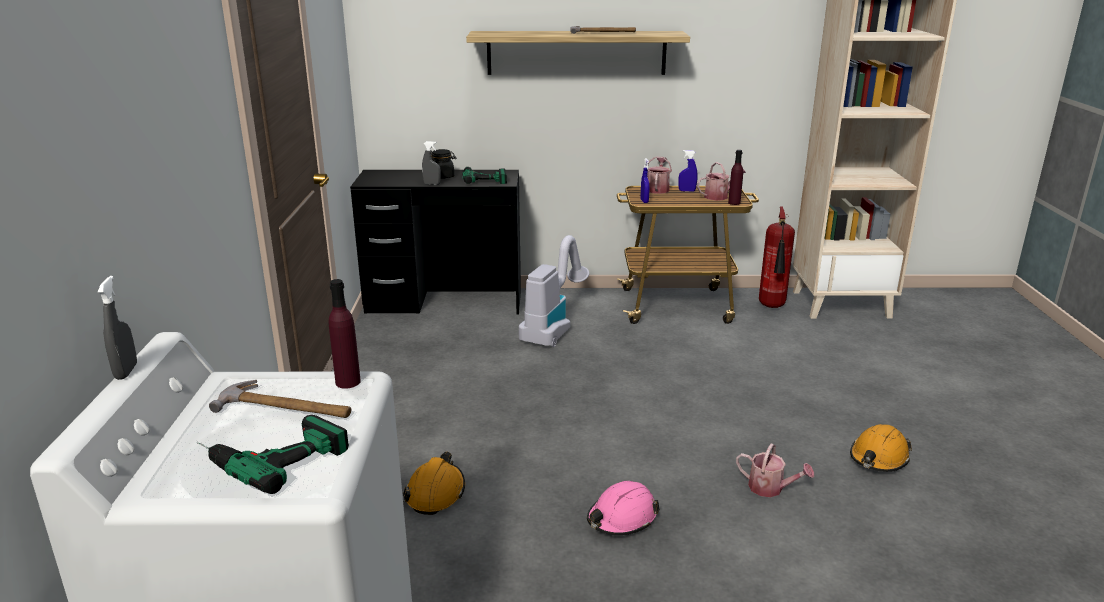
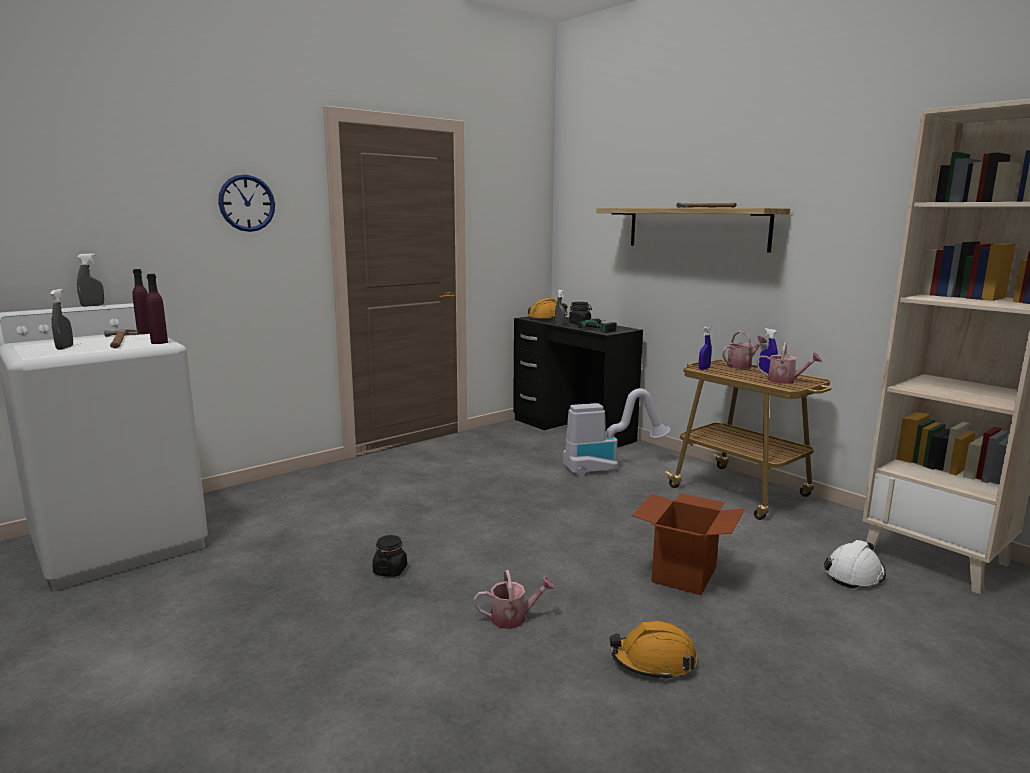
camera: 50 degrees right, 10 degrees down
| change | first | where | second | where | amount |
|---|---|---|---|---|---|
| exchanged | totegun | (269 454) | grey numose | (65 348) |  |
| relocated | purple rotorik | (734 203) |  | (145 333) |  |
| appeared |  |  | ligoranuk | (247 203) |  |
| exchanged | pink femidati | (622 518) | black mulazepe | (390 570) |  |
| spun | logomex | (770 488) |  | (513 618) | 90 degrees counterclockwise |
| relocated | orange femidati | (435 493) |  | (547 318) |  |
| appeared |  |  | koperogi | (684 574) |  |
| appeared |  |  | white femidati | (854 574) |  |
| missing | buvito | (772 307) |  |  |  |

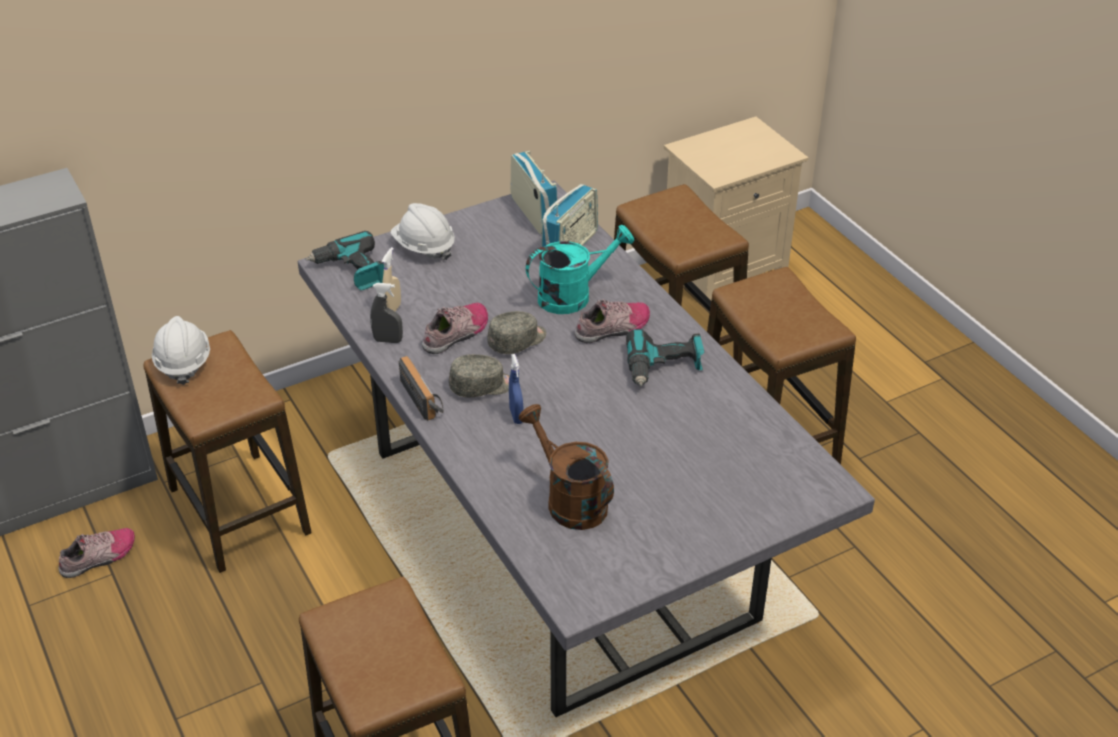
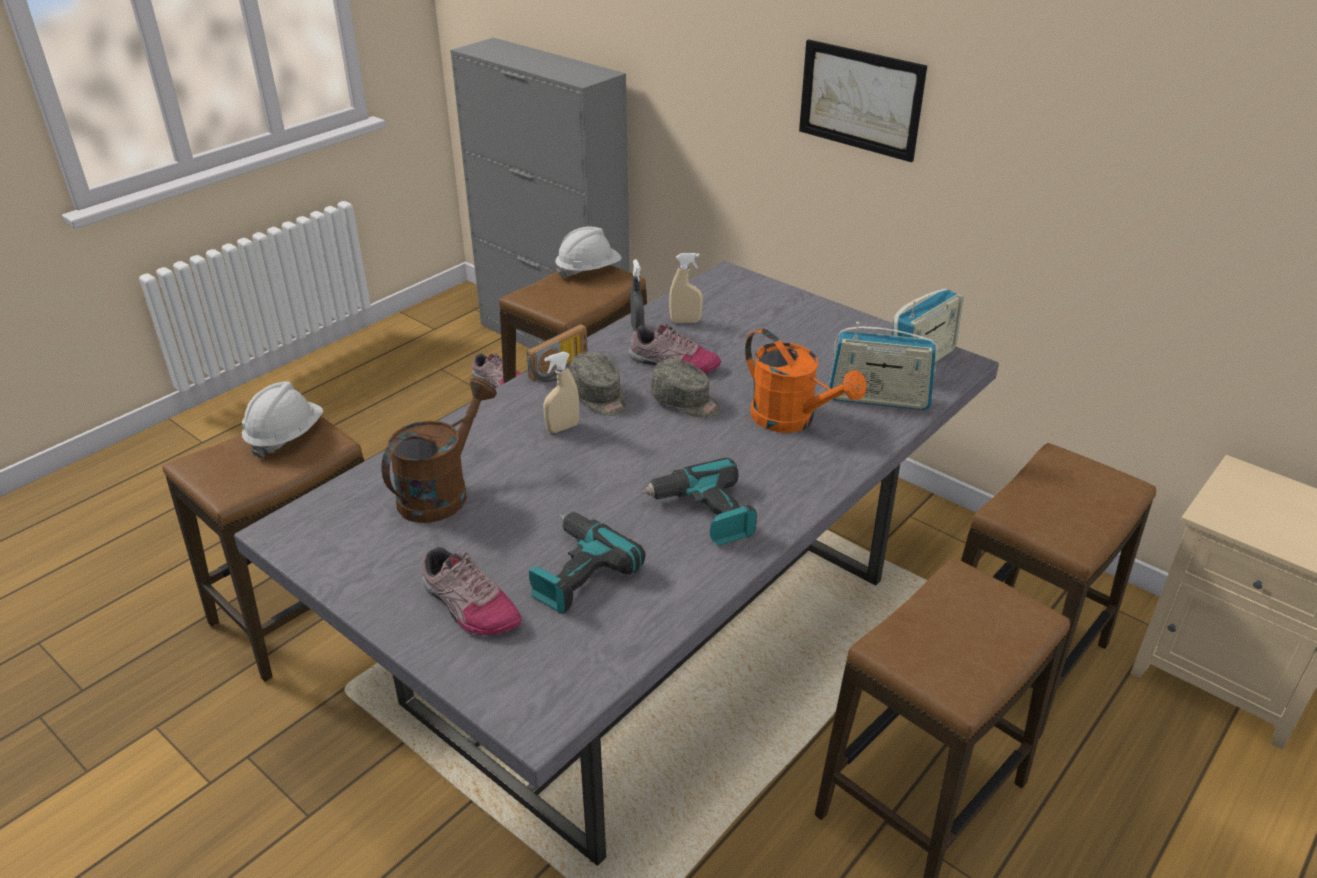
camera: 70 degrees right, 5 degrees down
| change | first | where | second | where | amount |
|---|---|---|---|---|---|
| relocated | white femidati | (424 247) |  | (285 436) |  |
| relocated | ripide | (613 328) |  | (468 606) |  |
| relocated | totegun | (351 271) |  | (575 572) |  |
| colour | blue numose | (516 415) | beige numose | (562 428) |  |
| colour | turquoise logomex | (573 295) | orange logomex | (792 420) |  |
| appeared |  |  | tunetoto | (860 99) |  |

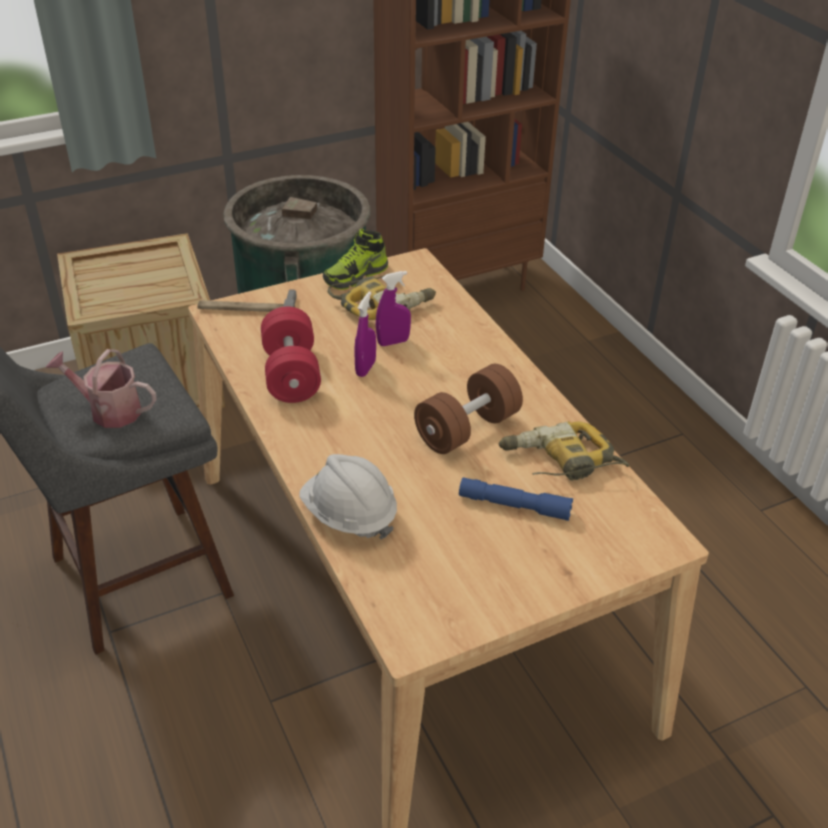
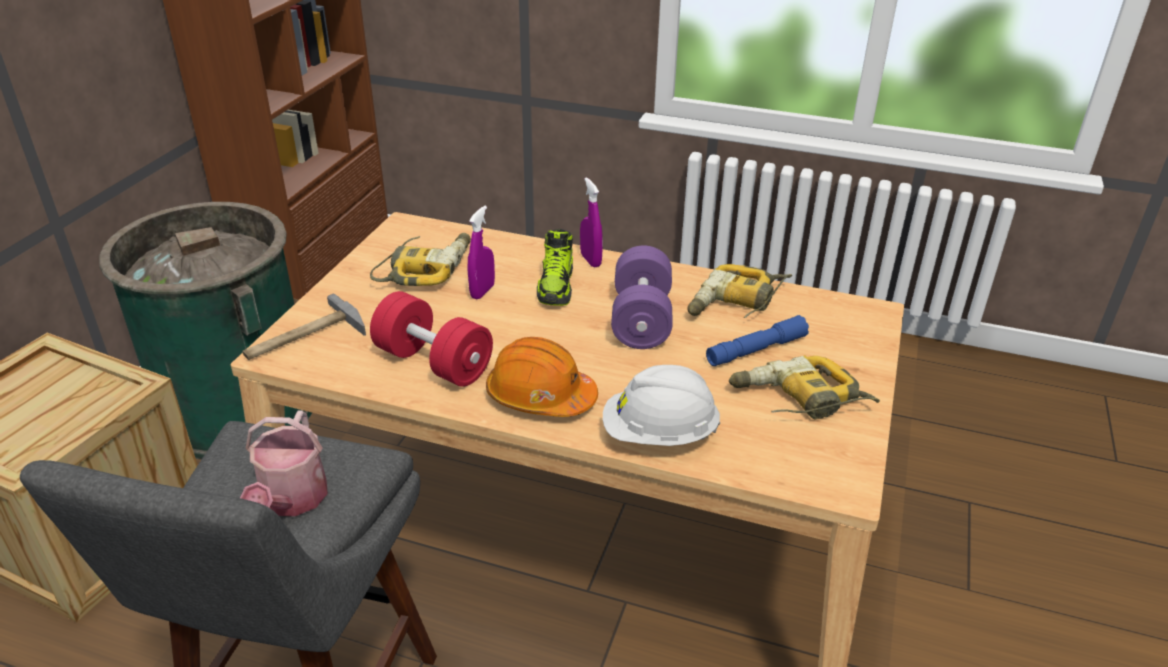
camera: 45 degrees left, 5 degrees down
| change | first | where | second | where | amount |
|---|---|---|---|---|---|
| spun | logomex | (109 410) |  | (291 501) | 60 degrees counterclockwise |
| appeared |  |  | orange femidati | (540 396) |  |
| relocated | ripide | (356 276) |  | (556 287) |  |
| relocated | purple numose | (365 368) |  | (590 260) |  |
| colour | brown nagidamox | (467 429) | purple nagidamox | (641 320) |  |
| appeared |  |  | totegun | (798 400) |  |

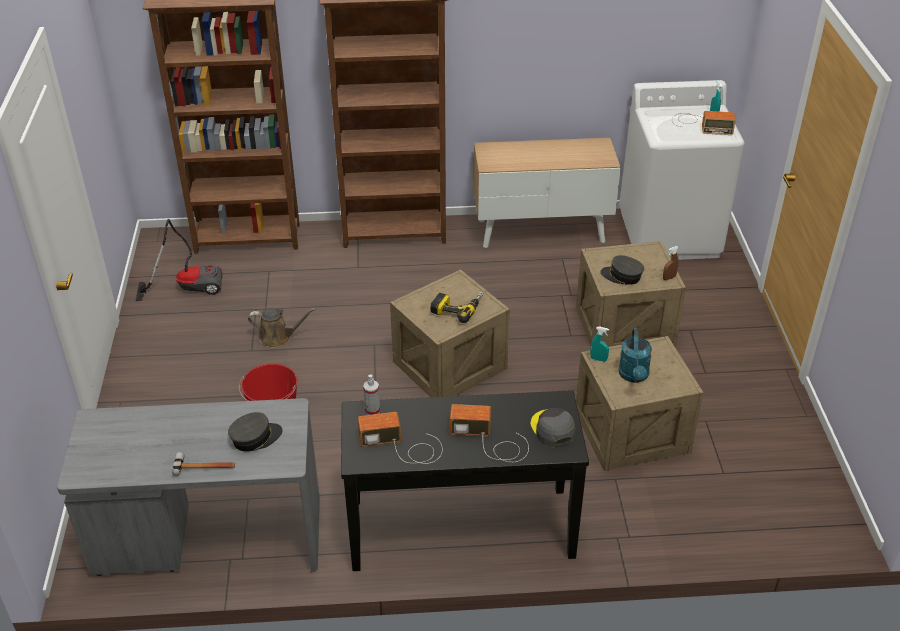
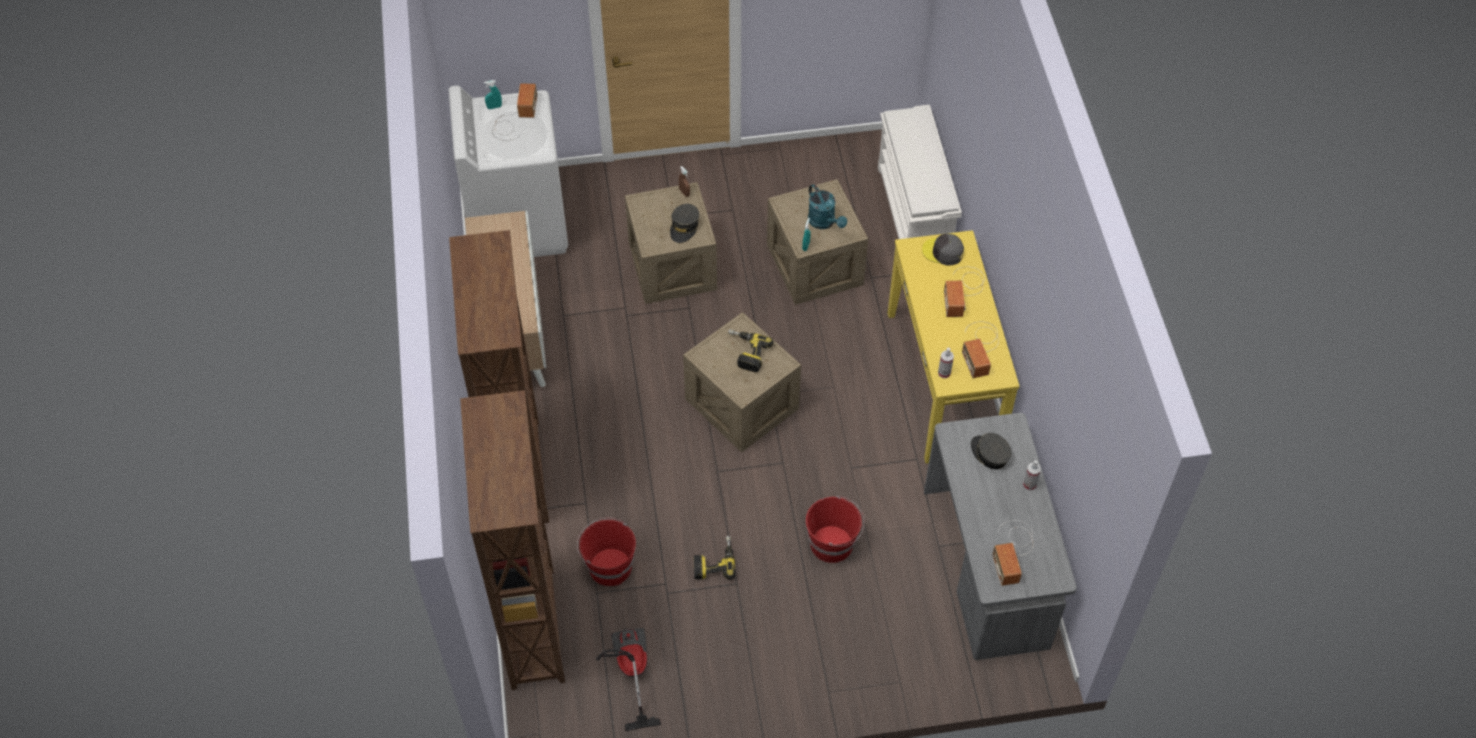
camera: 95 degrees left, 15 degrees up
| change | first | where | second | where | amount |
|---|---|---|---|---|---|
| appeared |  |  | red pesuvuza | (609 566) |  |
| exchanged | brown logomex | (278 338) | totegun | (714 561) |  |
| spun | turquoise logomex | (634 376) |  | (824 222) | 60 degrees clockwise |
| appeared |  |  | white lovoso | (914 215) |  |
| colour | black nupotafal | (461 529) | yellow nupotafal | (944 381) |  |
| spun | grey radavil | (552 429) |  | (943 252) | 45 degrees clockwise |
| appeared |  |  | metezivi | (1013 551) |  |
| exchanged | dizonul | (205 467) | numose | (1029 484) |  |

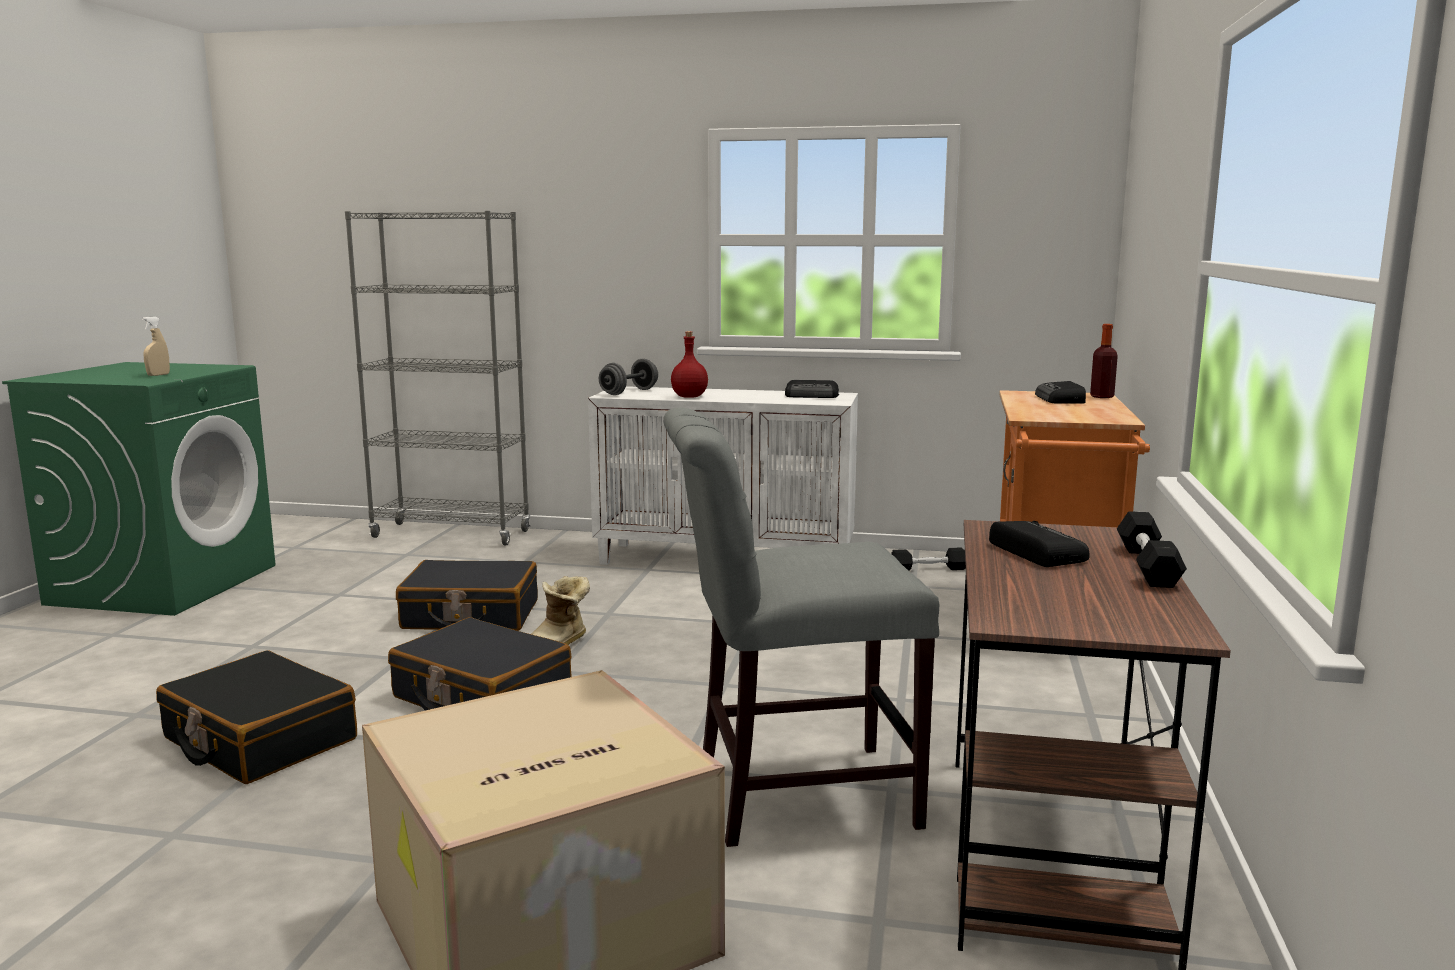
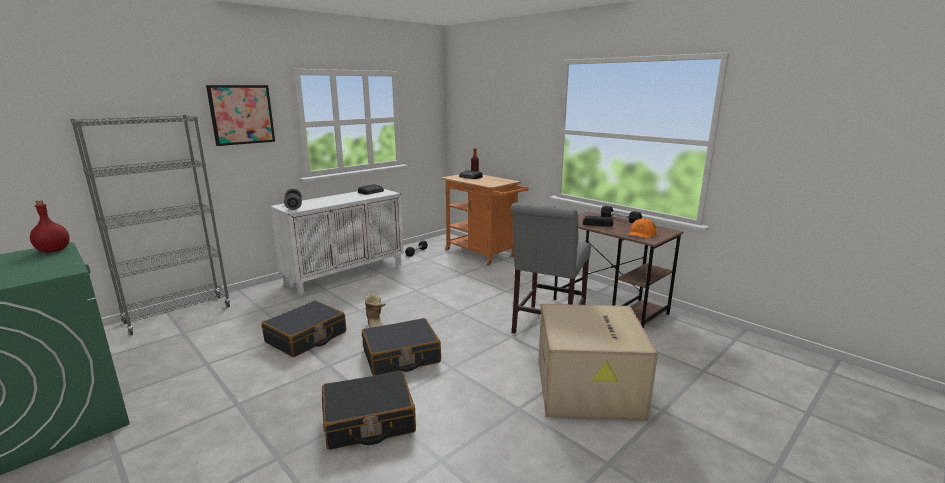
camera: 55 degrees left, 5 degrees up
| change | first | where | second | where | amount |
|---|---|---|---|---|---|
| relocated | red rotorik | (688 397) |  | (53 251) |  |
| appeared |  |  | tunetoto | (241 114) |  |
| appeared |  |  | orange radavil | (641 233) |  |
| missing | beige numose | (158 375) |  |  |  |

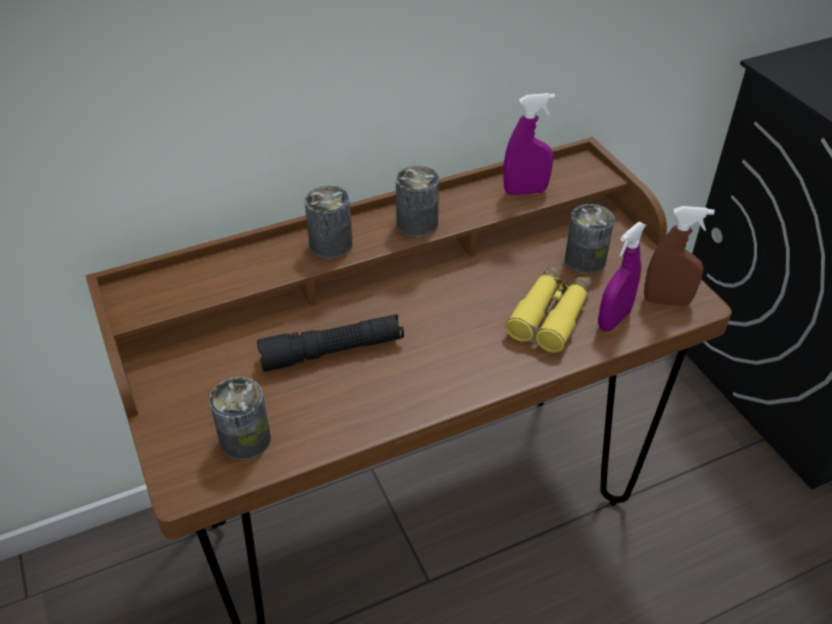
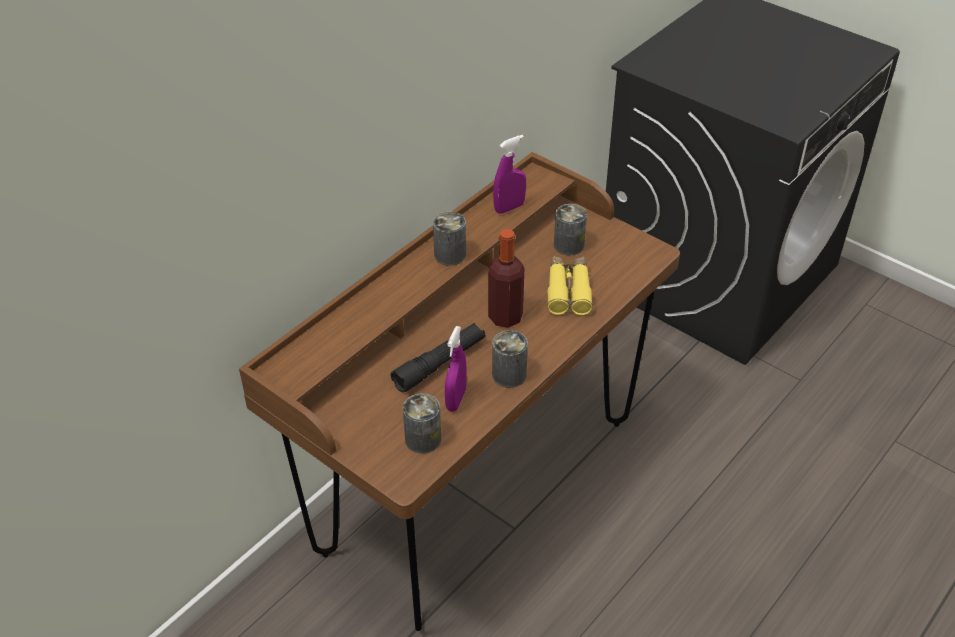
camera: 25 degrees left, 0 degrees up
| change | first | where | second | where | amount |
|---|---|---|---|---|---|
| relocated | purple numose | (613 320) |  | (456 400) |  |
| appeared |  |  | rotorik | (505 317) |  |
| relocated | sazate | (331 245) |  | (509 374) |  |
| missing | brown numose | (666 301) |  |  |  |

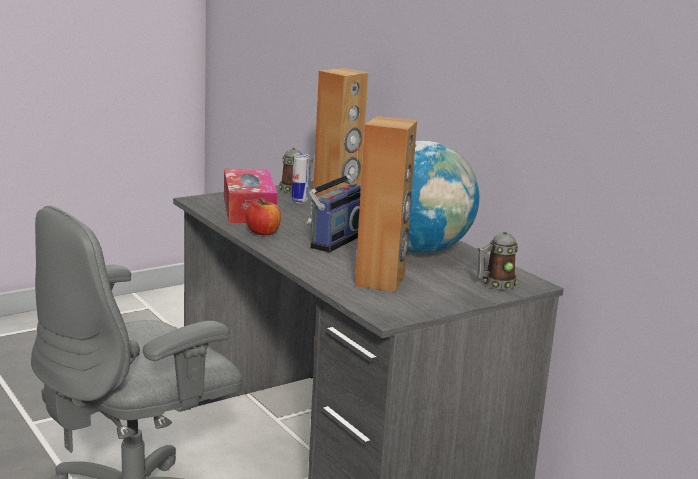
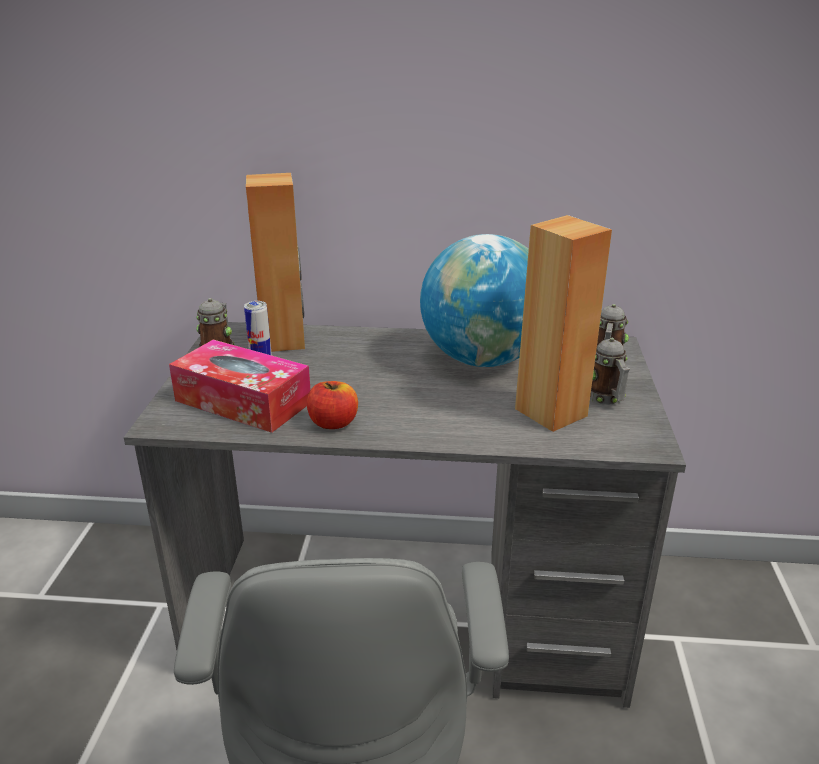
camera: 50 degrees left, 10 degrees up
| change | first | where | second | where | amount |
|---|---|---|---|---|---|
| appeared |  |  | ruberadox | (606 398) |  |
| missing | metezivi | (334 240) |  |  |  |

